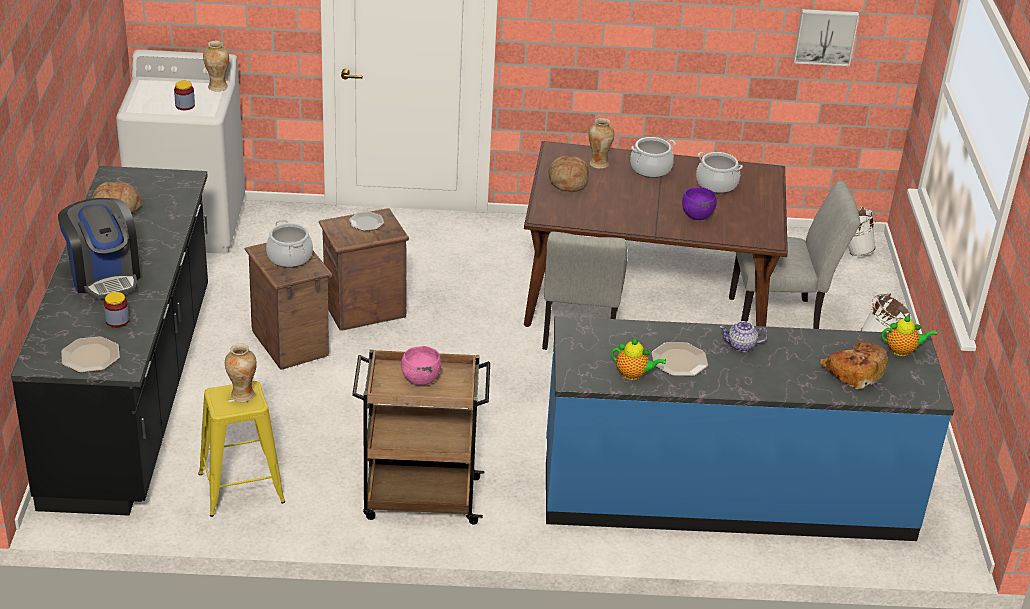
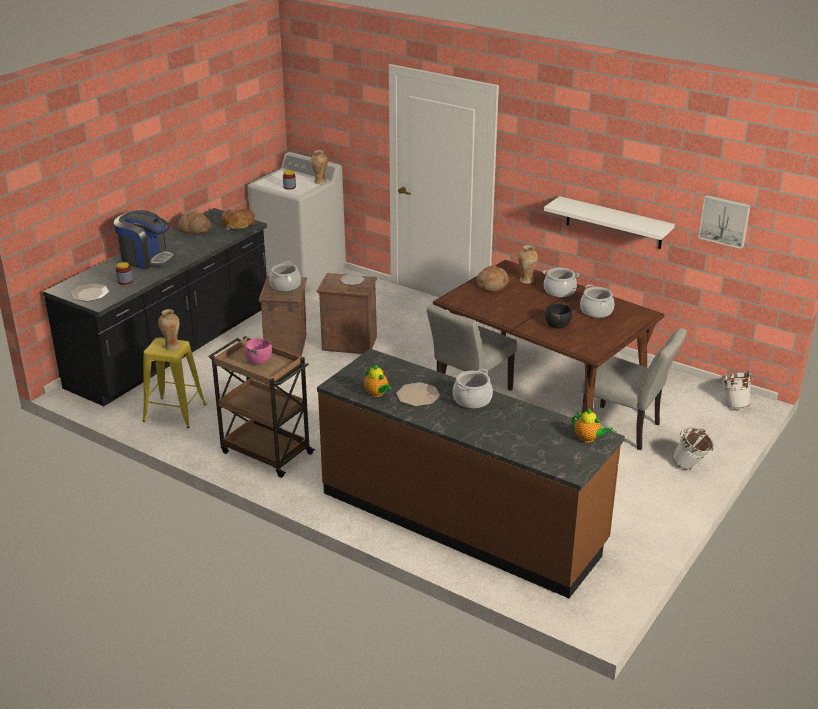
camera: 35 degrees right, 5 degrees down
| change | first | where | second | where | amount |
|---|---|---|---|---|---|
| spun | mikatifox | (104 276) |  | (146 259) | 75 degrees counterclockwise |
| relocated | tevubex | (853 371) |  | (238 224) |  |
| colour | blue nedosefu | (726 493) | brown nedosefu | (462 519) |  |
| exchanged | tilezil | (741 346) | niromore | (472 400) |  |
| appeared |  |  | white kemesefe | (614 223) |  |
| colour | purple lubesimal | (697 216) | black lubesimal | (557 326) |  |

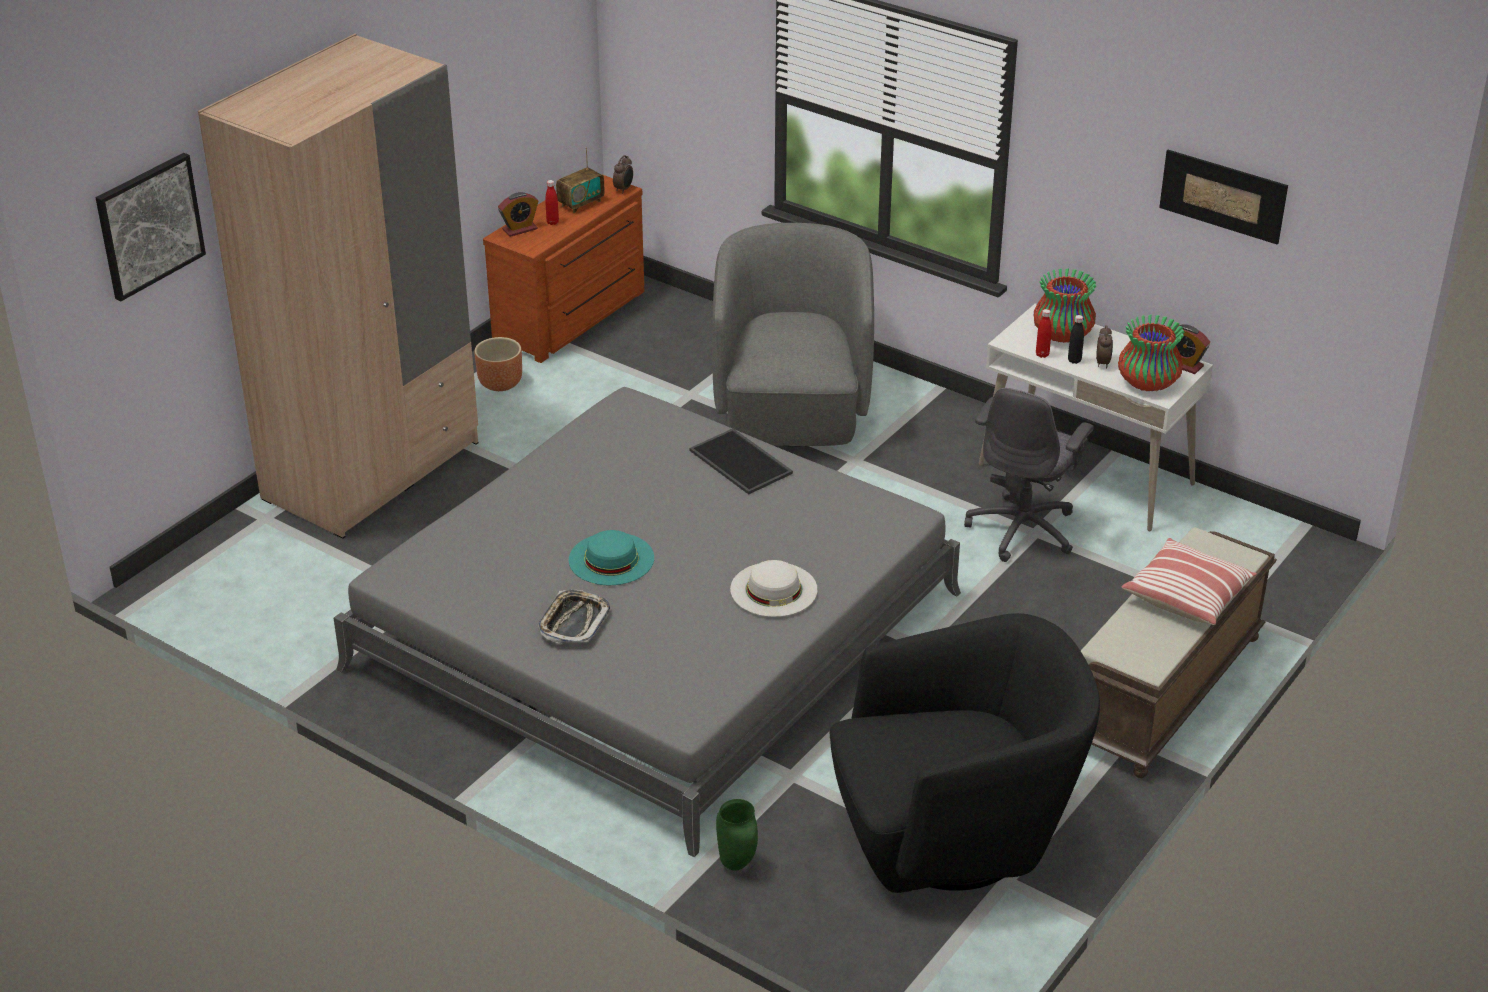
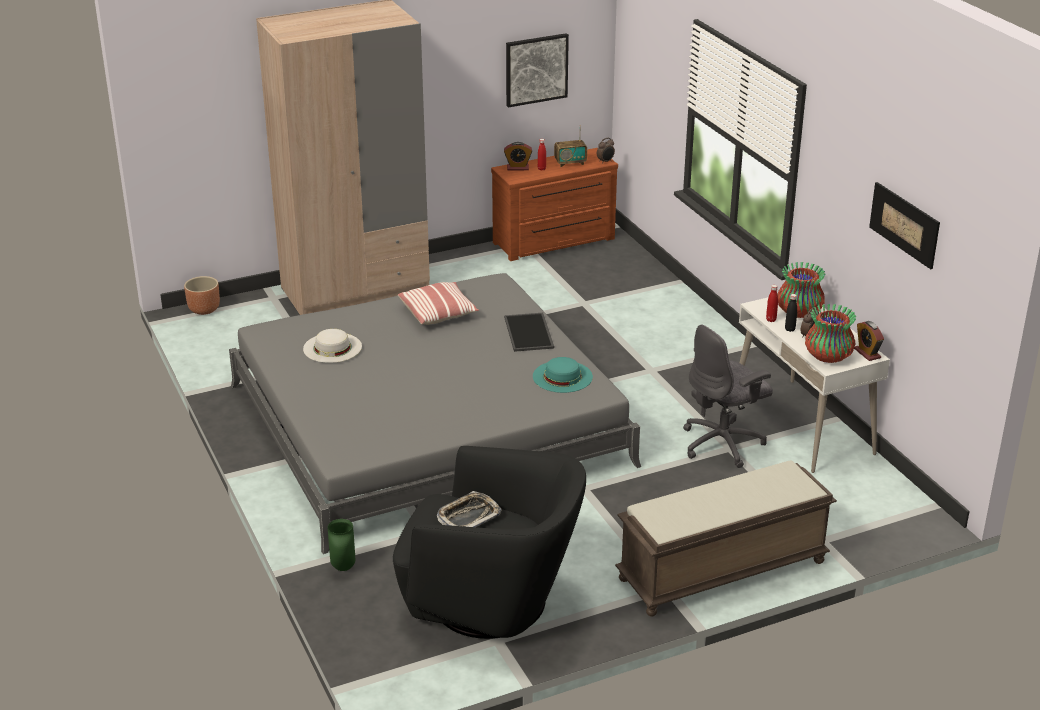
camera: 30 degrees right, 5 degrees down
| change | first | where | second | where | amount |
|---|---|---|---|---|---|
| relocated | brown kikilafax | (499 384) |  | (204 309) |  |
| relocated | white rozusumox | (774 589) |  | (332 347) |  |
| relocated | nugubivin | (1187 595) |  | (438 313) |  |
| relocated | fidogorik | (574 622) |  | (468 516) |  |
| relocated | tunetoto | (149 225) |  | (536 69) |  |
| relocated | turquoise rozusumox | (611 559) |  | (562 376) |  |
| missing | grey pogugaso | (792 410) |  |  |  |

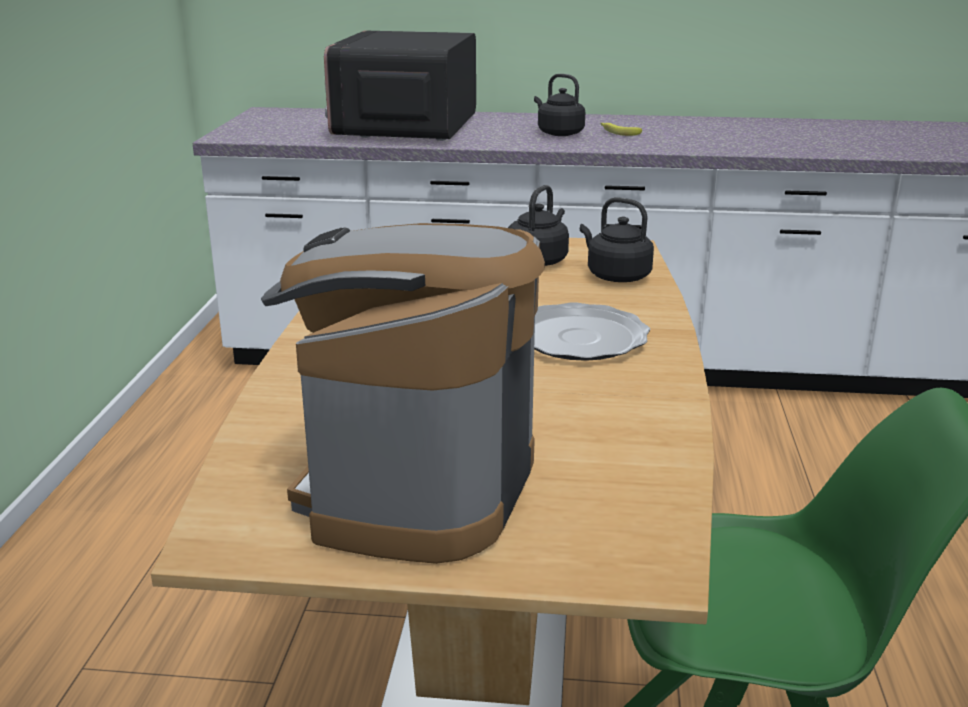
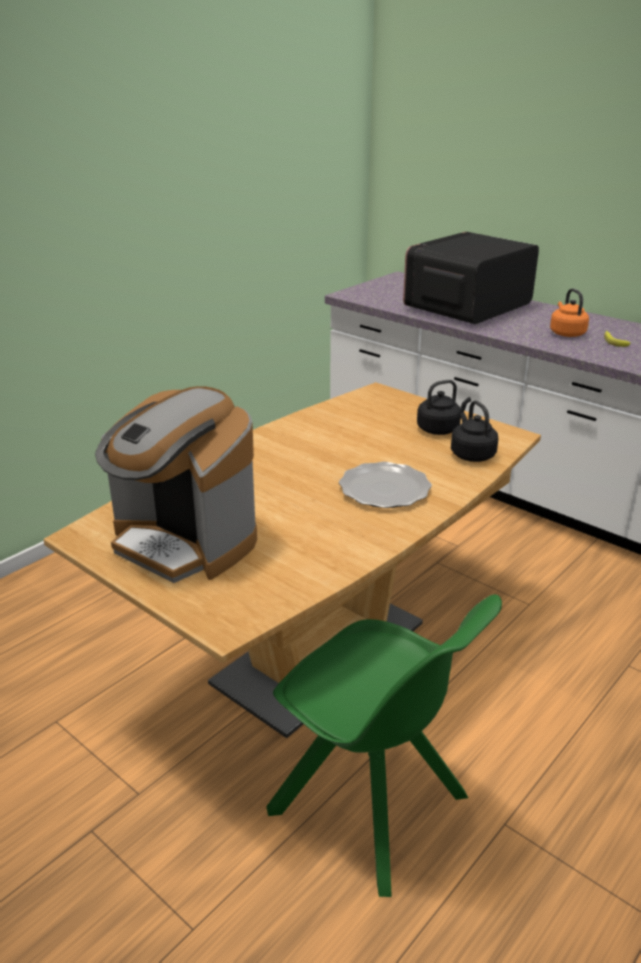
camera: 35 degrees right, 5 degrees up
| change | first | where | second | where | amount |
|---|---|---|---|---|---|
| spun | mikatifox | (414 488) |  | (184 543) | 105 degrees counterclockwise |
| colour | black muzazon | (558 133) | orange muzazon | (566 333) |  |

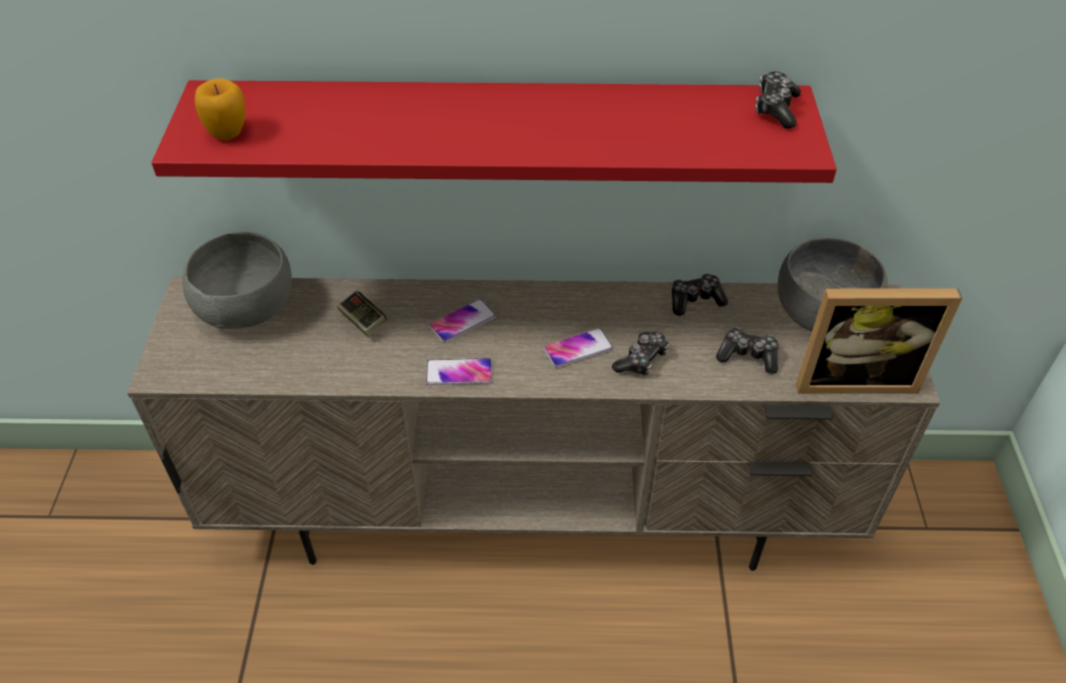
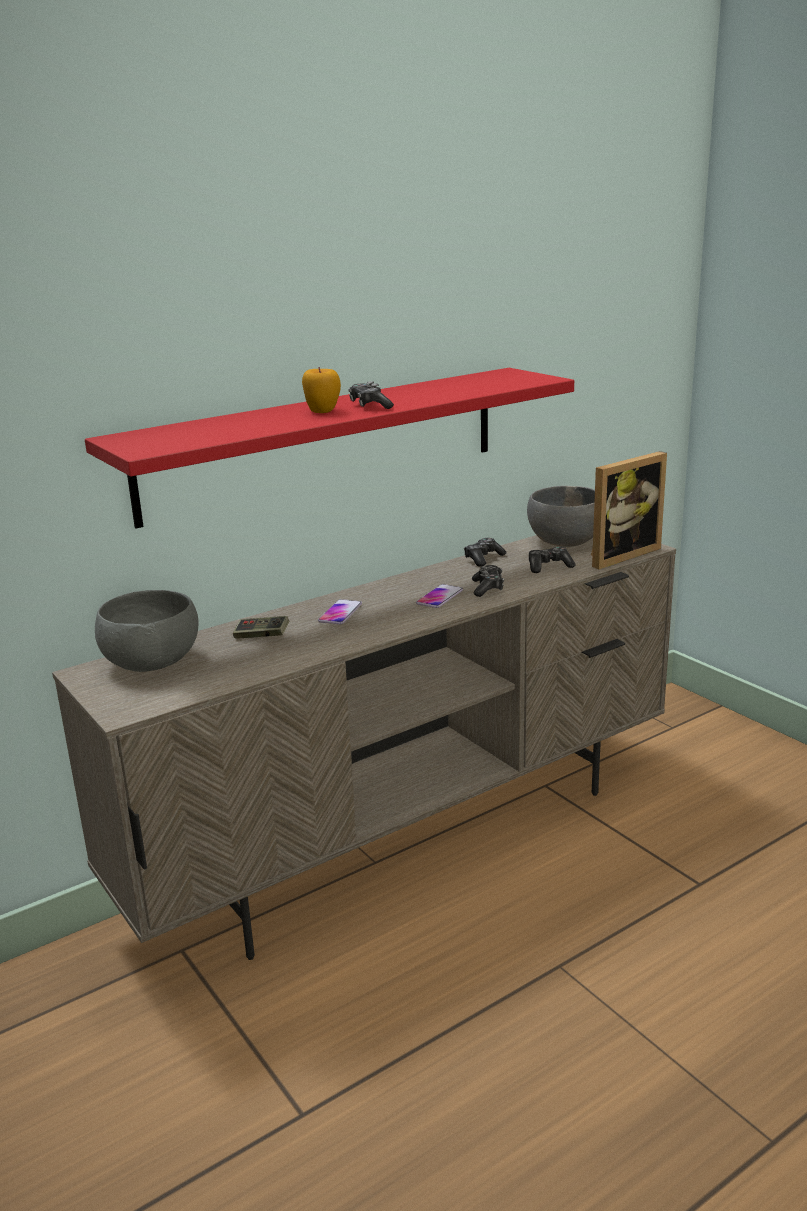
camera: 35 degrees left, 25 degrees down
| change | first | where | second | where | amount |
|---|---|---|---|---|---|
| relocated | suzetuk | (228 133) |  | (322 411) |  |
| relocated | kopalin | (776 108) |  | (369 405) |  |
| missing | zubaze | (459 372) |  |  |  |

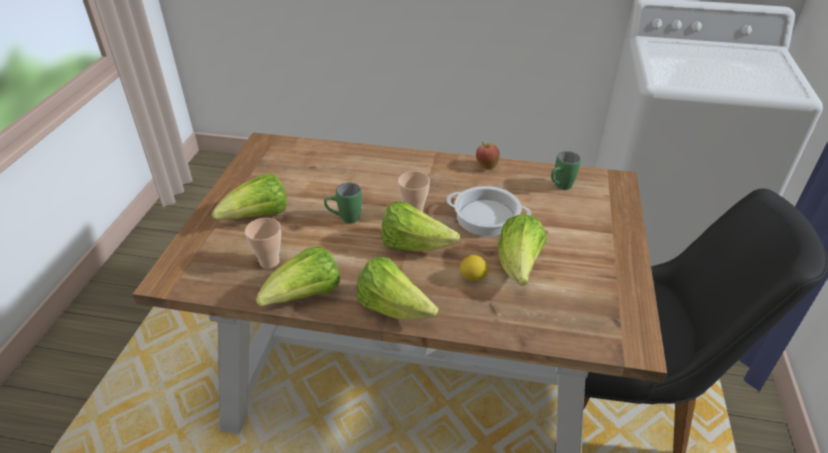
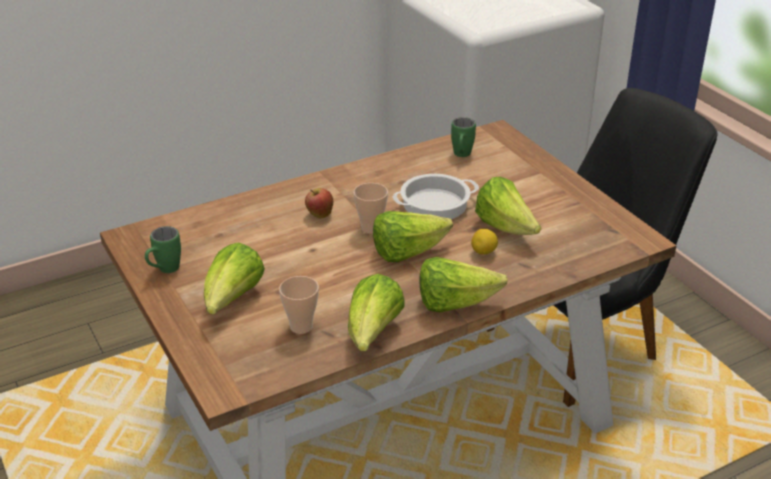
camera: 40 degrees left, 5 degrees down
| change | first | where | second | where | amount |
|---|---|---|---|---|---|
| relocated | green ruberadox | (344 219) |  | (164 271) |  |
| relocated | suzetuk | (486 166) |  | (319 215) |  |

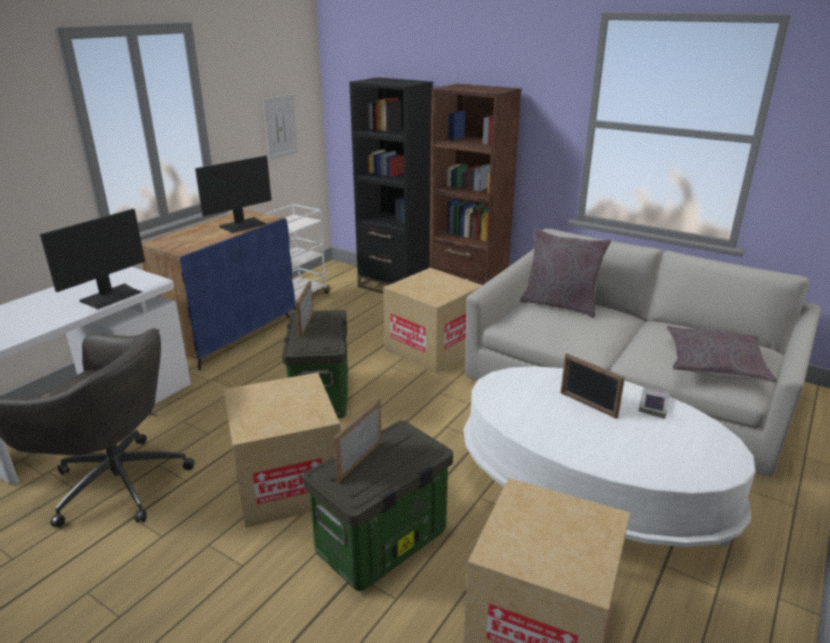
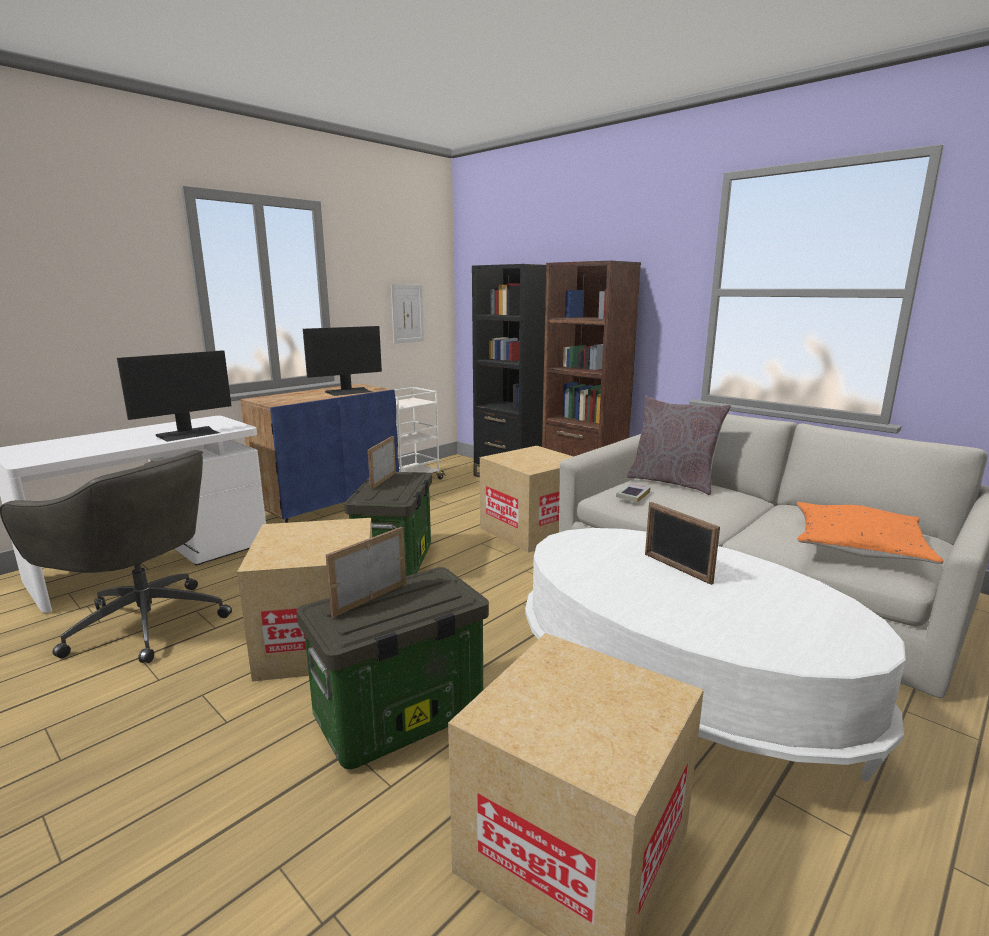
camera: 10 degrees right, 10 degrees down
| change | first | where | second | where | amount |
|---|---|---|---|---|---|
| relocated | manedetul | (653 405) |  | (633 495) |  |
| colour | grey nugubivin | (714 364) | orange nugubivin | (857 545) |  |

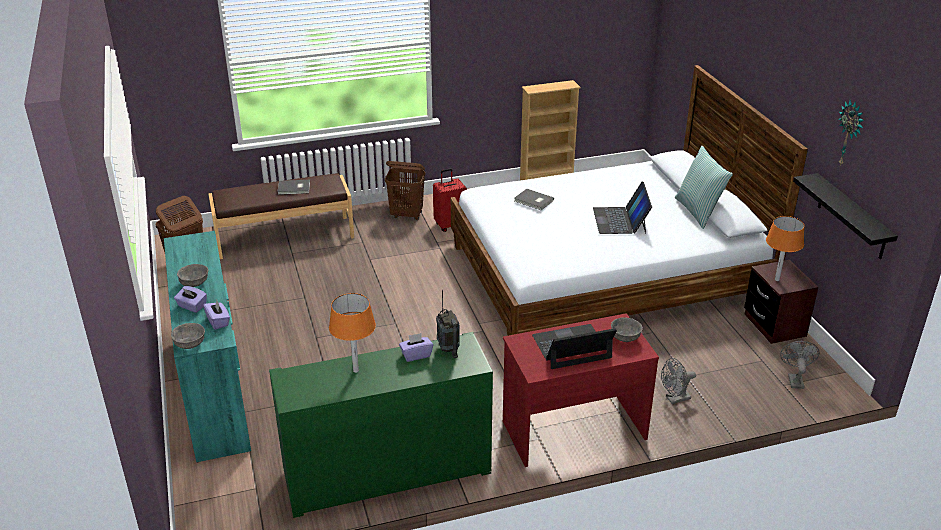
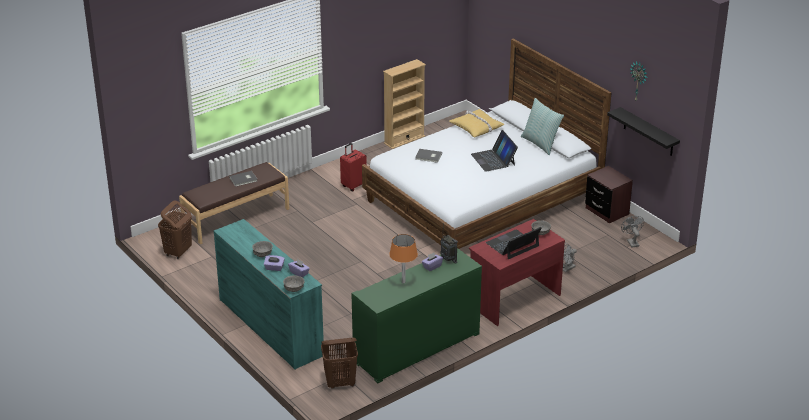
camera: 20 degrees left, 0 degrees up
| change | first | where | second | where | amount |
|---|---|---|---|---|---|
| relocated | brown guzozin | (407 215) |  | (340 383) |  |
| appeared |  |  | yellow nugubivin | (477 127) |  |
| missing | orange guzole | (777 280) |  |  |  |

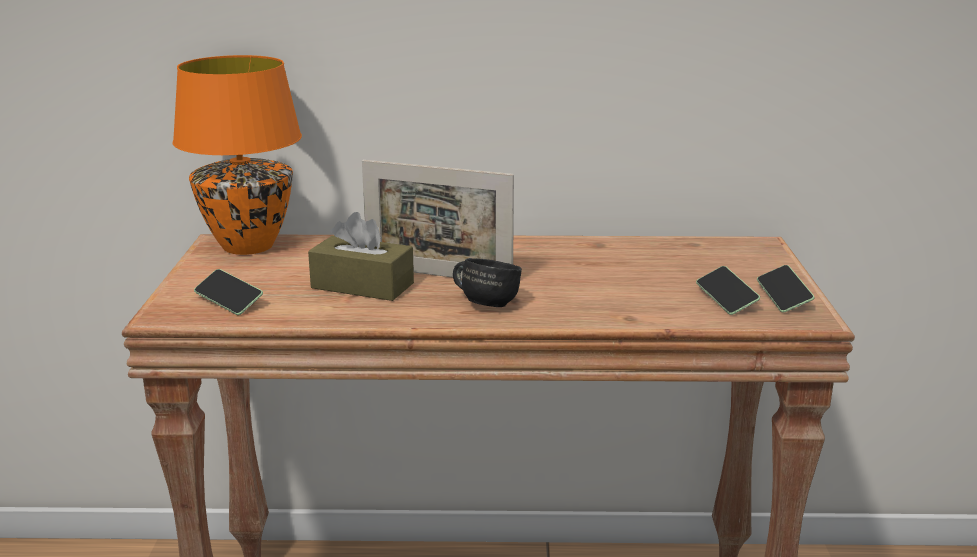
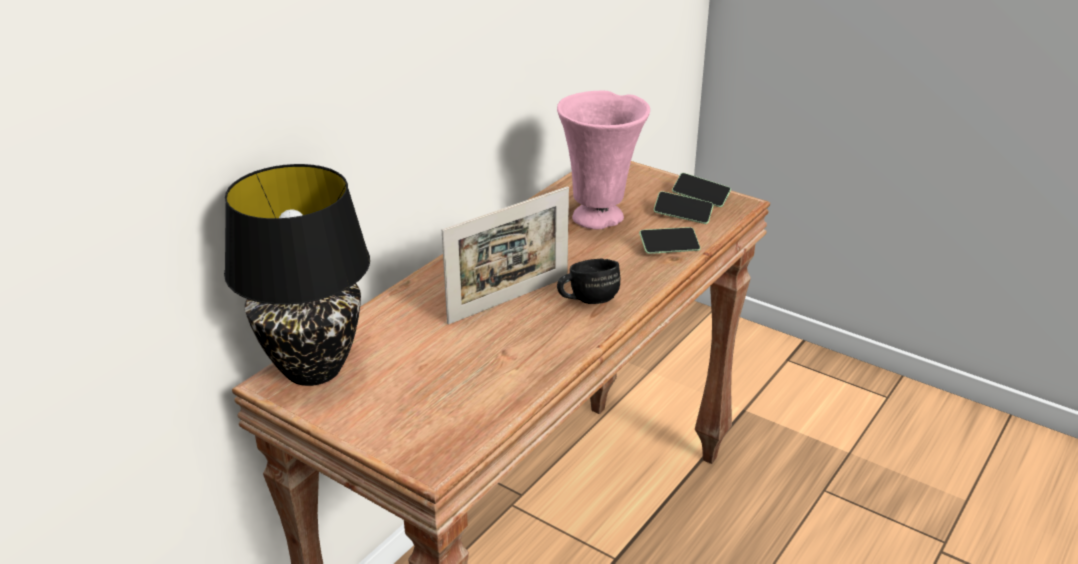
camera: 55 degrees left, 10 degrees up
| change | first | where | second | where | amount |
|---|---|---|---|---|---|
| colour | orange guzole | (247 247) | black guzole | (314 370) |  |
| appeared |  |  | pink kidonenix | (600 218) |  |
| relocated | zubaze | (229 301) |  | (669 248) |  |
| missing | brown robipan | (362 286) |  |  |  |

